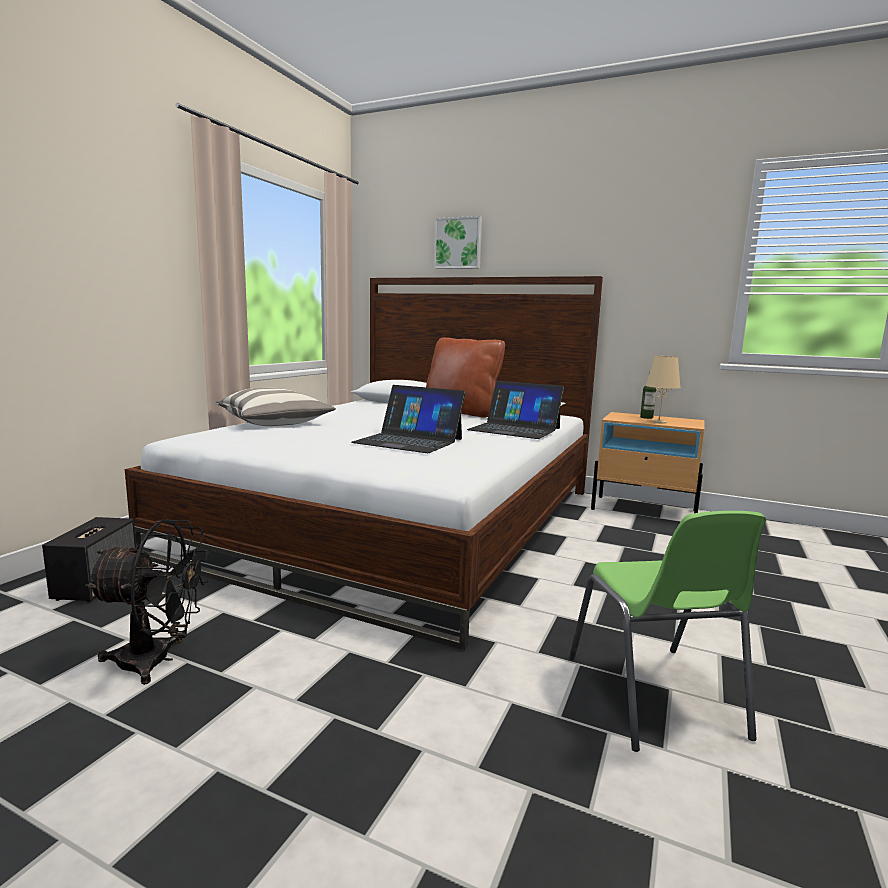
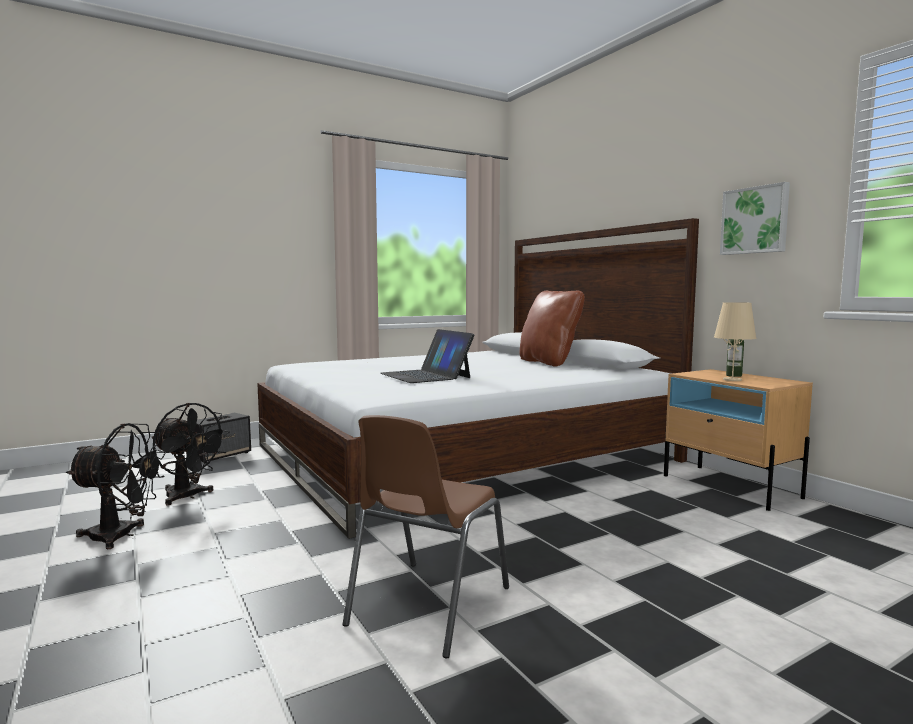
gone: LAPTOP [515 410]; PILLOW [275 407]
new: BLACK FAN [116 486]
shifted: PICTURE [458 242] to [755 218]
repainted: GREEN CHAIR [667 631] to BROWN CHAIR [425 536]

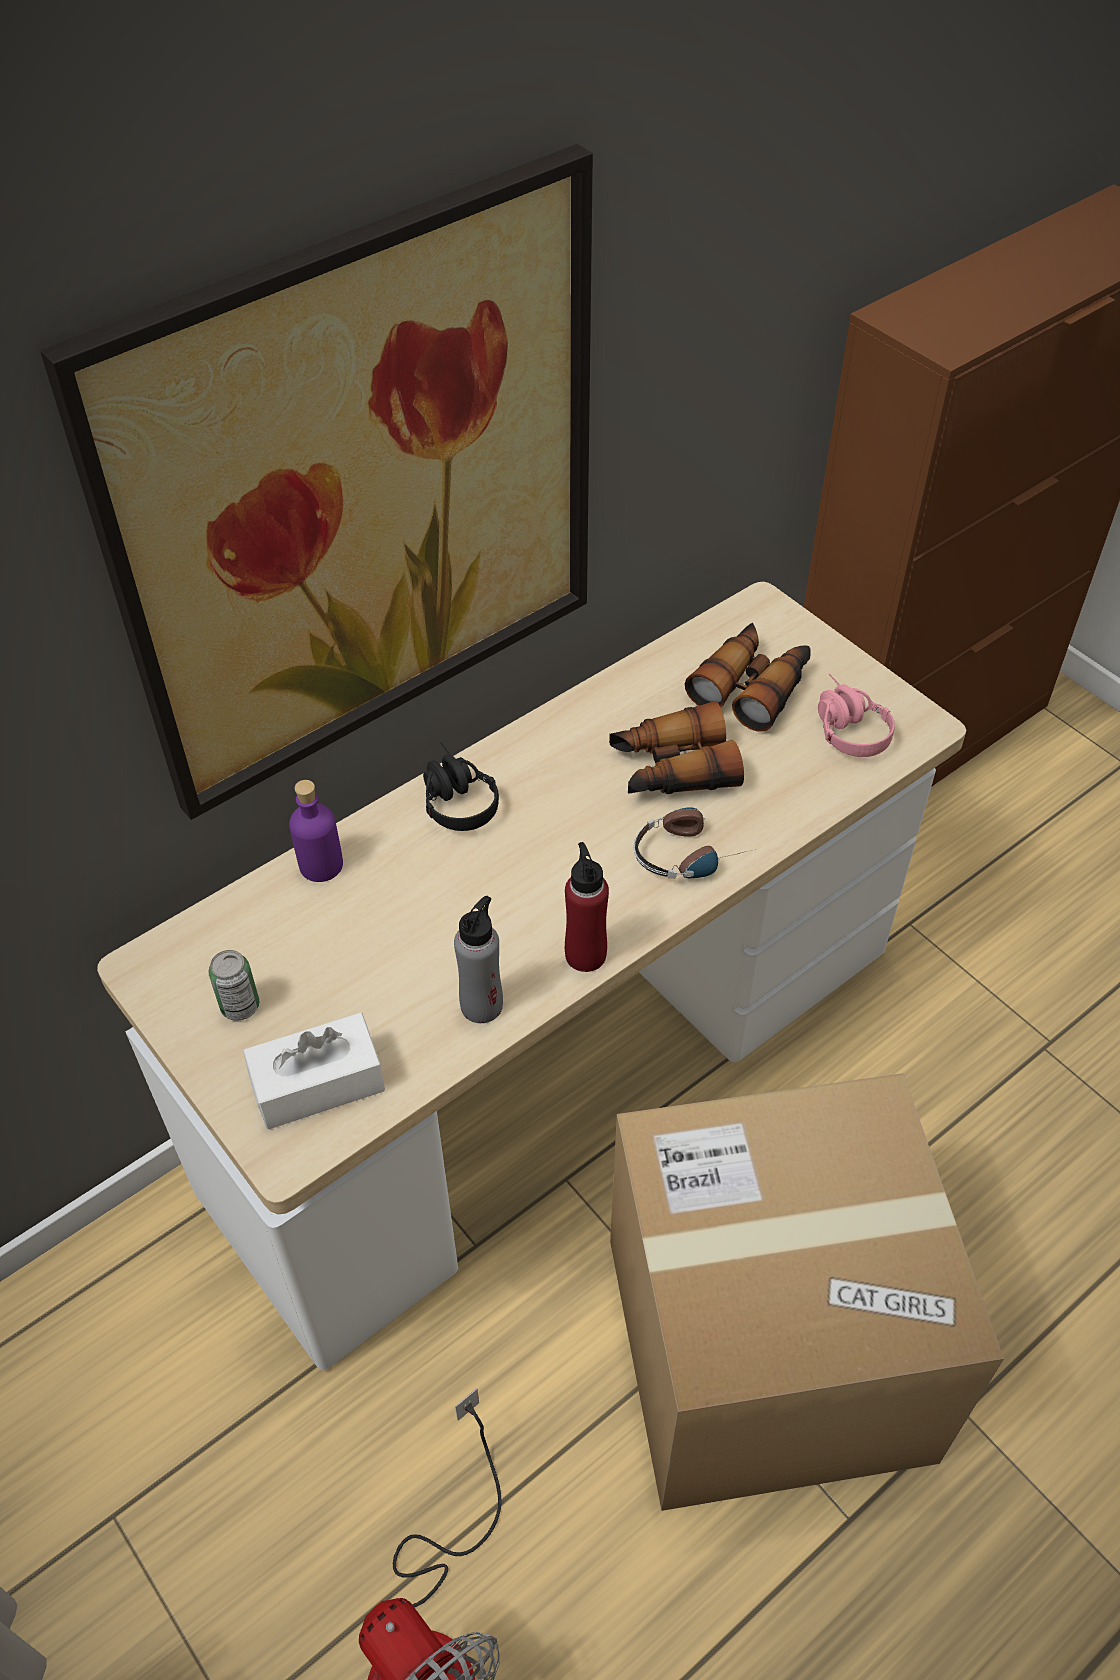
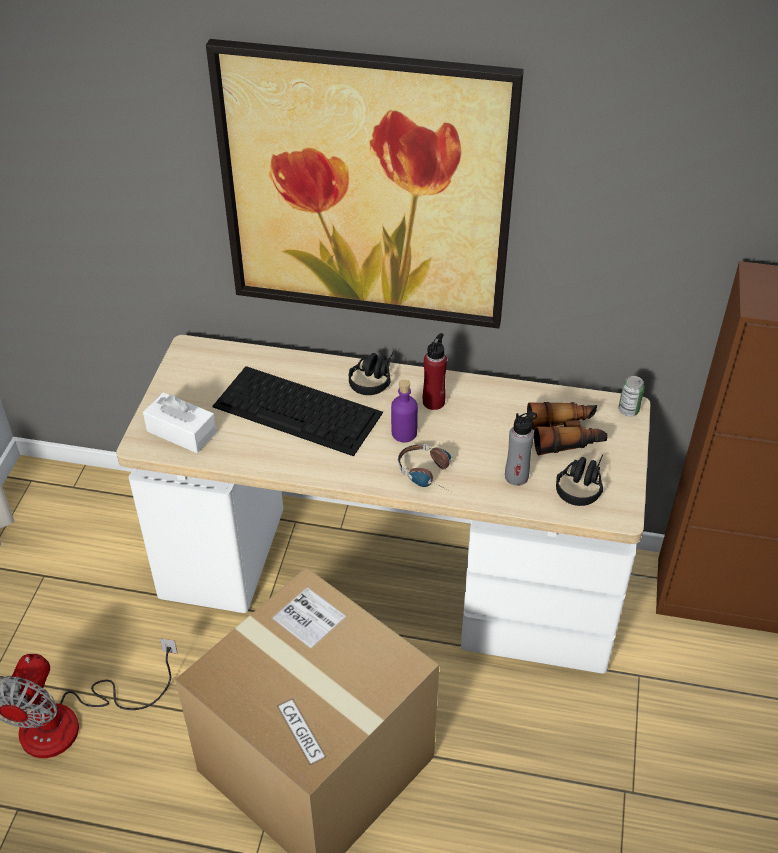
gone: BINOCULARS [676 747]
new: KEYBOARD [298 411]
shifted: PURPLE BOTTLE [316 831] to [404 411]; RED BOTTLE [587 907] to [435 371]; GREY BOTTLE [478 959] to [521 449]; CAN [234 985] to [631 396]
repainted: PINK HEADPHONES [856 715] to BLACK HEADPHONES [579 480]

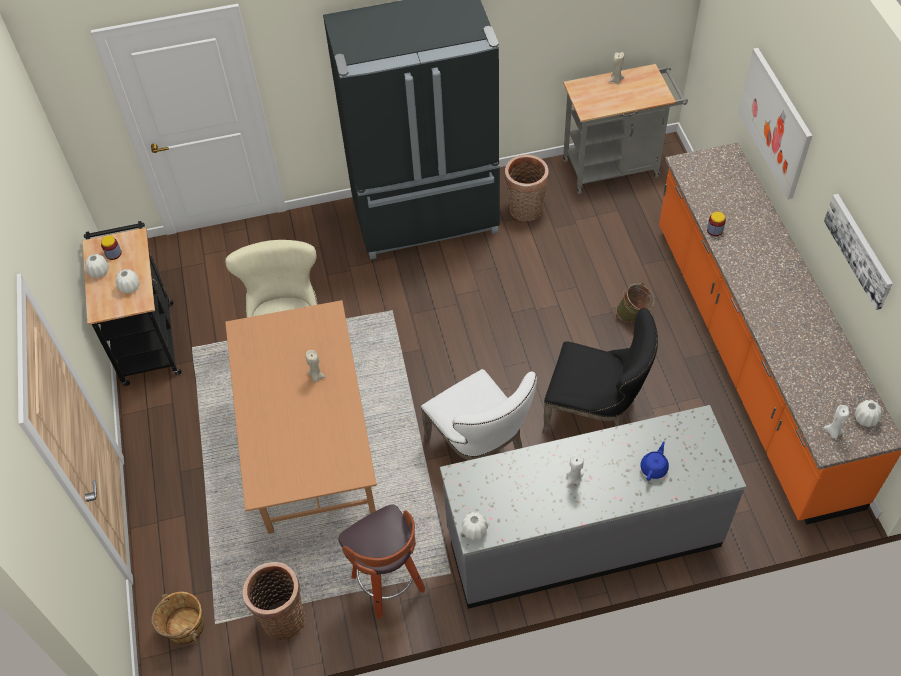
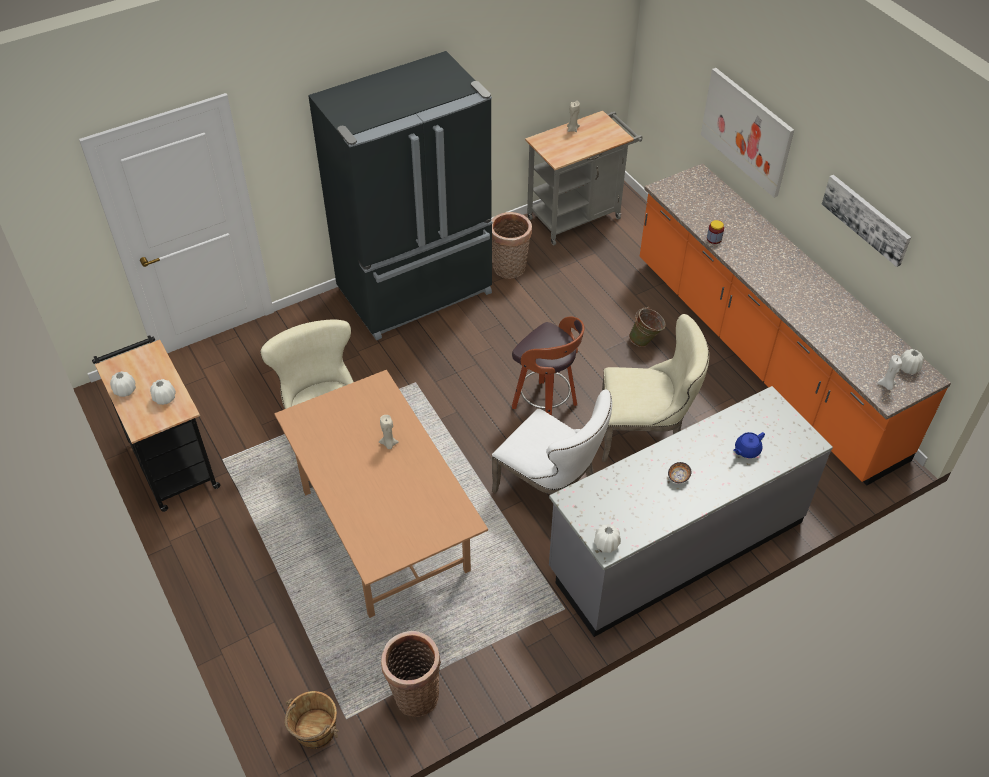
gone: JAR [111 248]
shifted: STOOL [382 561] to [548 366]
swapped: WHITE CANDLE [575 469] to BOWL [679 472]
repainted: BLACK CHAIR [600 371] to BEIGE CHAIR [655 388]
rotated: BLUE TEAPOT [654 461] = [749 445] 135 degrees counterclockwise

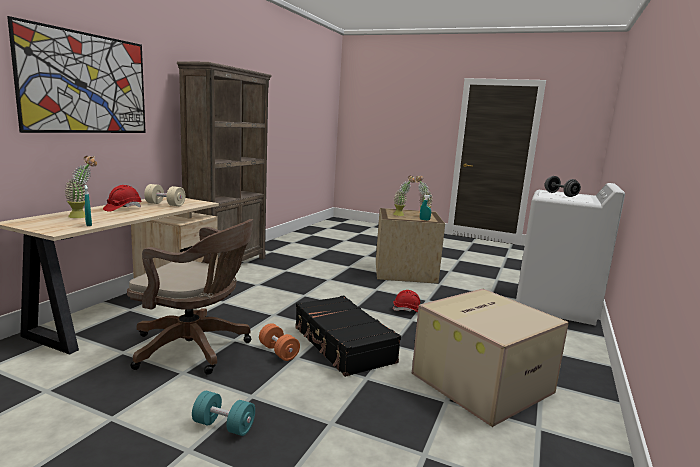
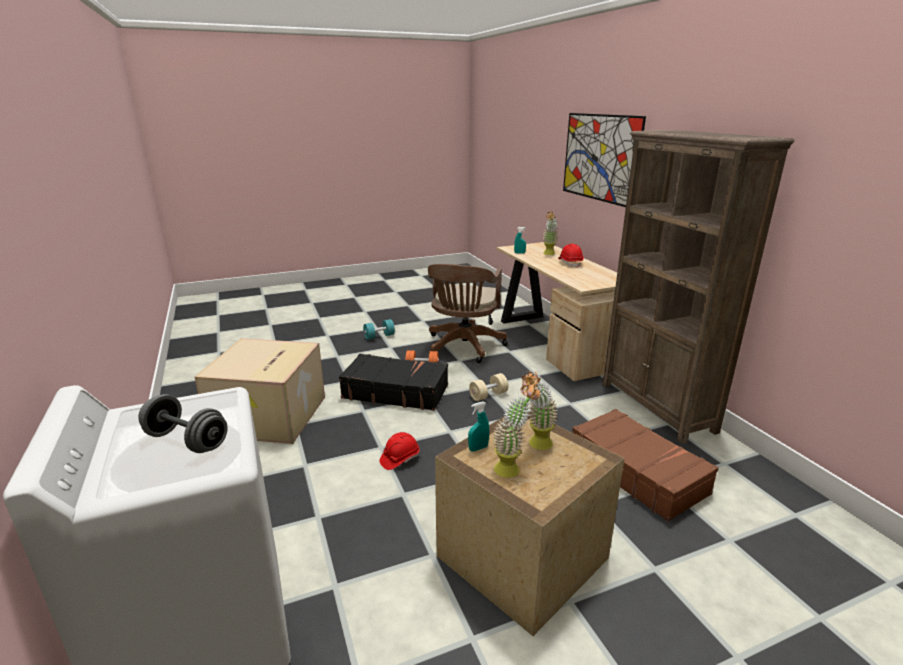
new: BROWN SUITCASE [645 465]
shifted: BEIGE DUMBBELL [164 195] to [489 387]
rotated: BROWN OFFICE CHAIR [190 297] = [468 313] 45 degrees counterclockwise

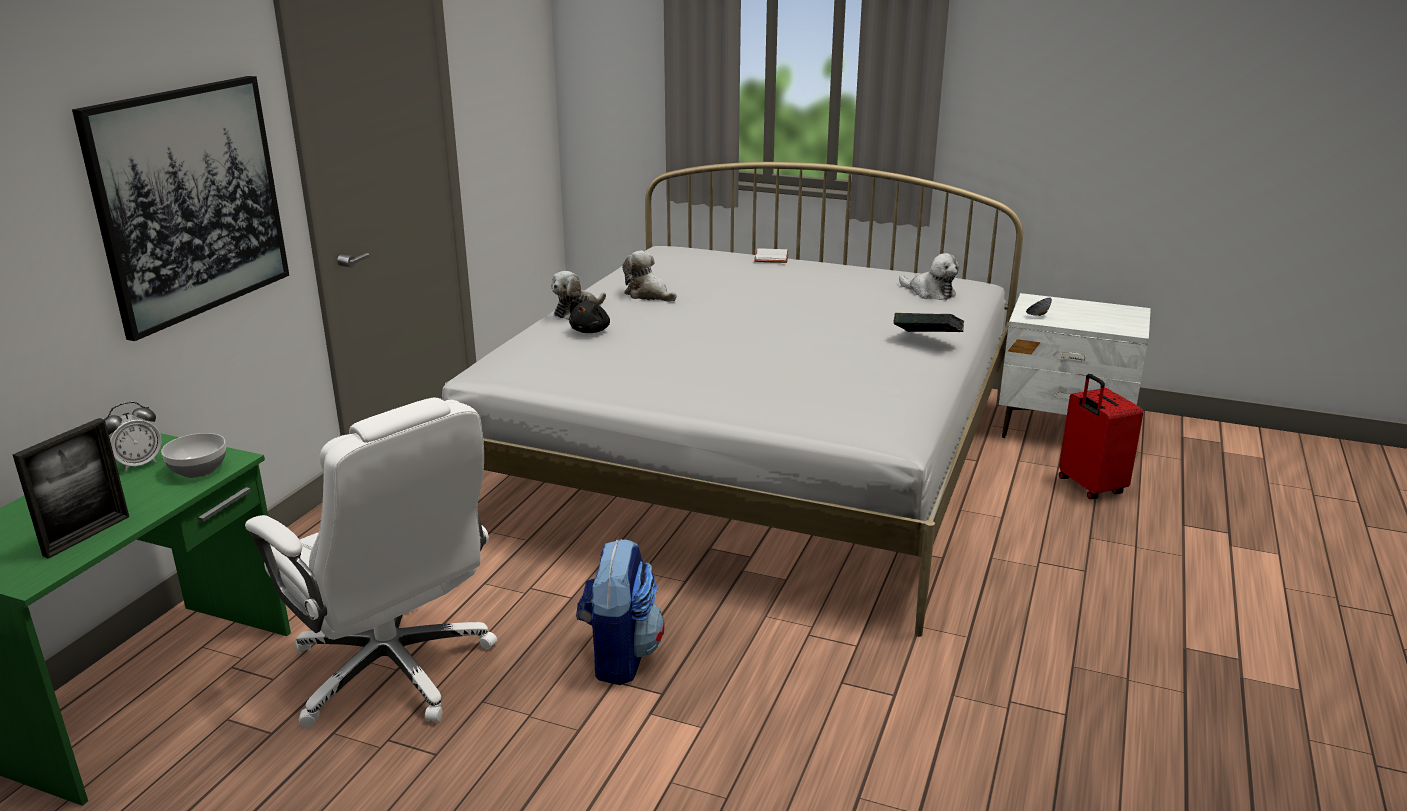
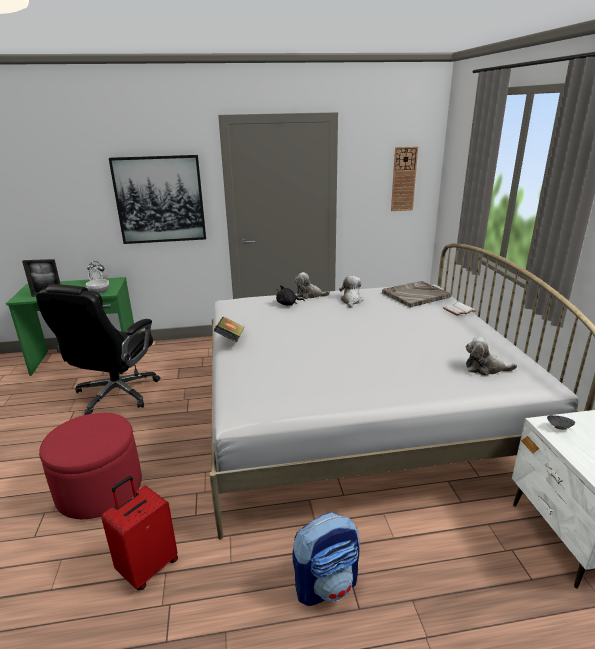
new: WALL CLOCK [404 178]; GREY TRAY [417 294]; RED OTTOMAN [90 466]
shifted: BOOK [929 322] to [229 329]; RED SUITCASE [1101 436] to [139 533]; BACKPACK [620 612] to [326 559]
repainted: WHITE OFFICE CHAIR [371 562] to BLACK OFFICE CHAIR [98 349]
rotated: PLUSH TOY [929 276] = [491 356] 90 degrees clockwise

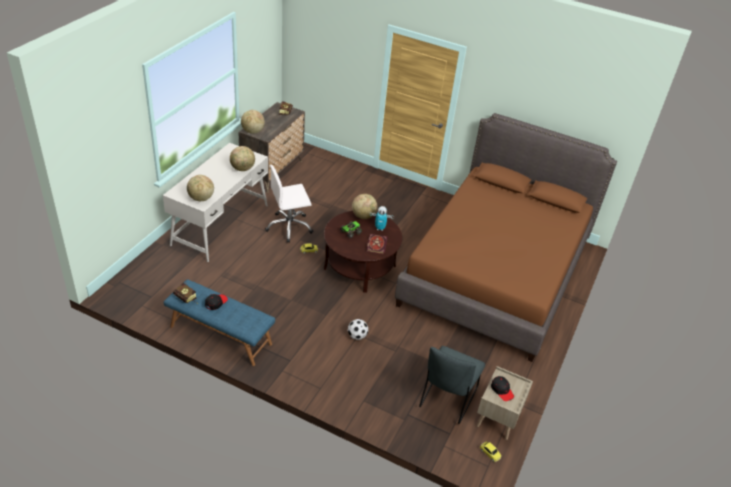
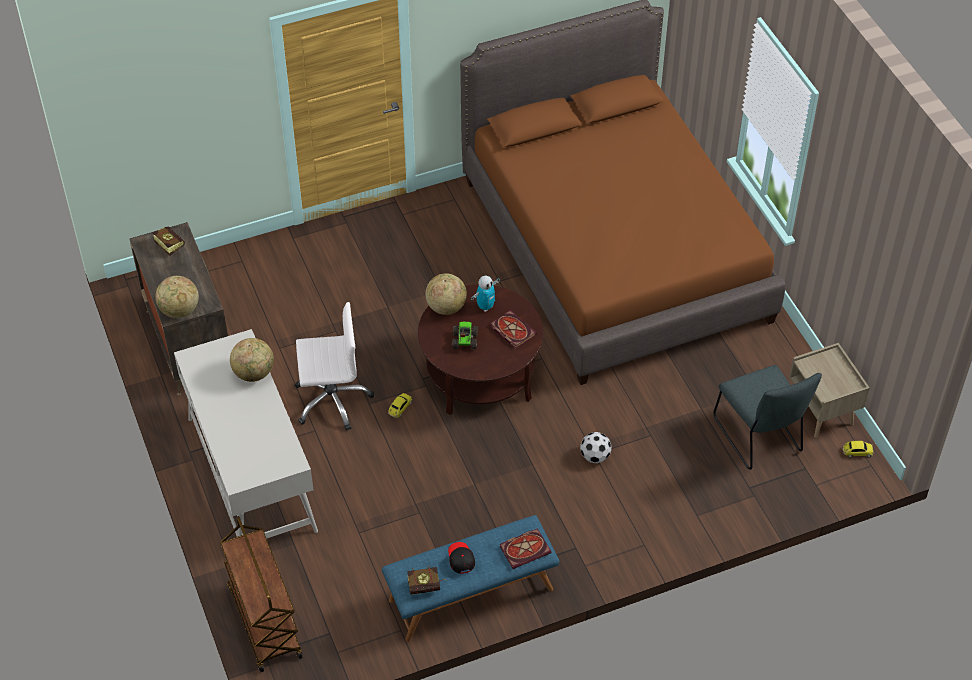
gone: GLOBE [200 188]; BLACK CAP [502 388]
new: BROWN CART [261 594]; BOOK [526 548]
rotated: WHITE OFFICE CHAIR [289 204] = [334 366] 120 degrees counterclockwise

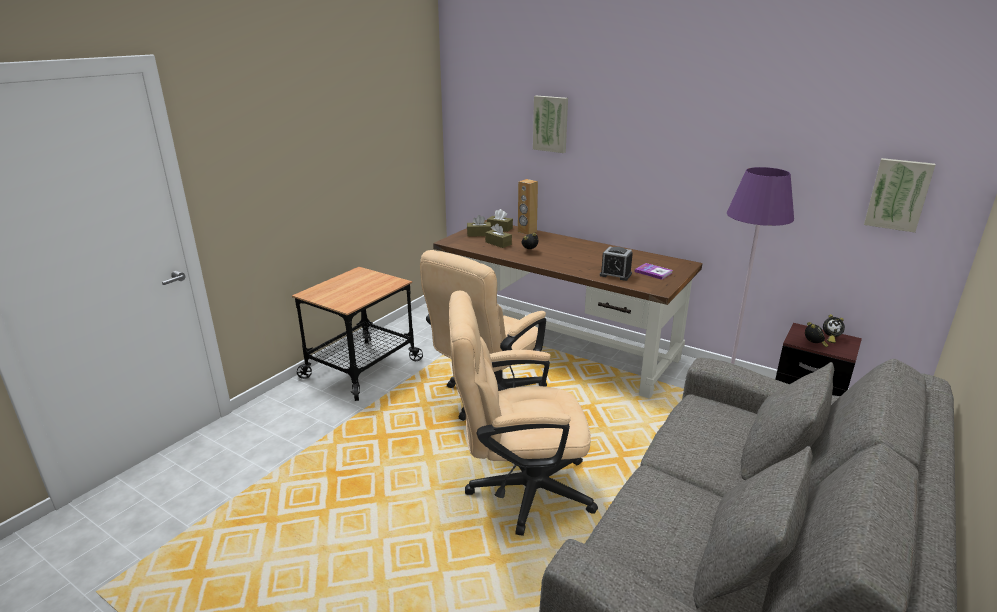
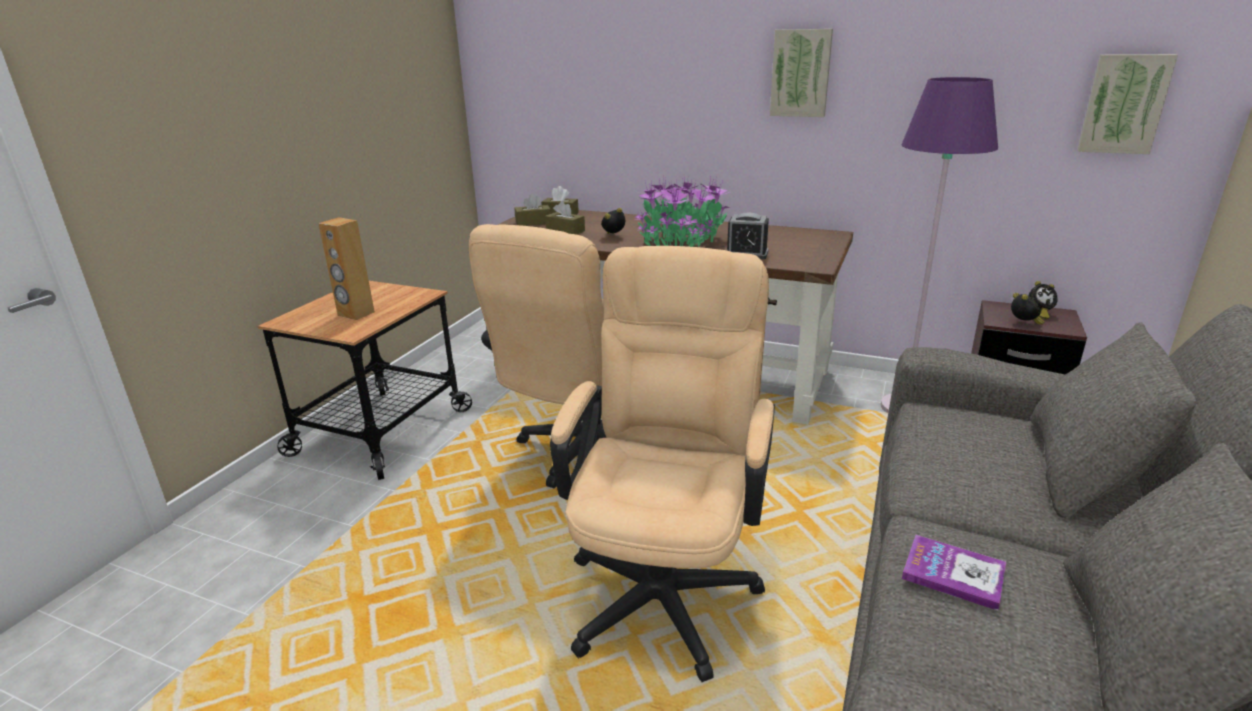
new: POTTED PLANT [682 211]
shifted: PICTURE [550 124] to [801 73]; BROWN SPEAKER [528 207] to [346 268]; BOOK [654 271] to [954 573]
rotated: BEIGE OFFICE CHAIR [523 413] = [662 464] 120 degrees clockwise

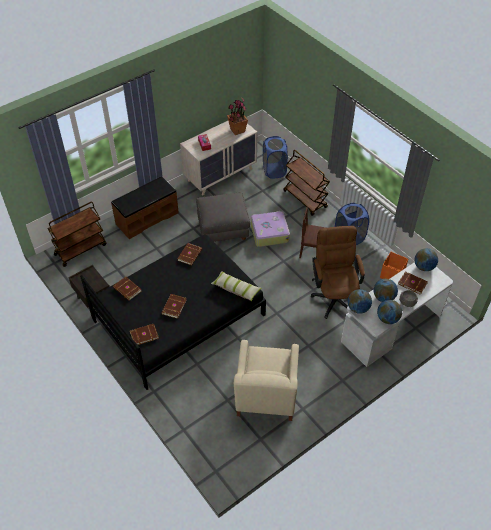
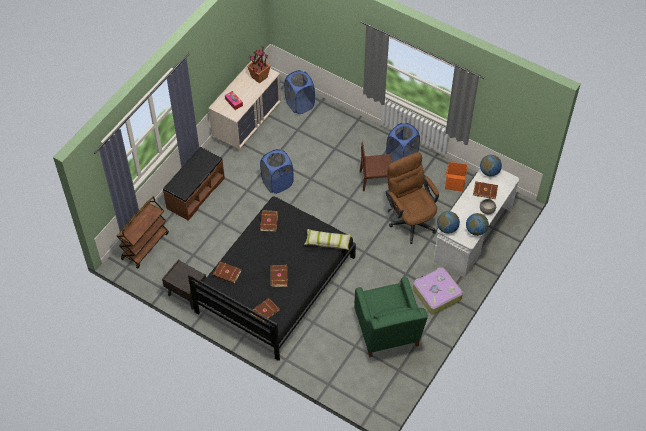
gone: BROWN CART [306 183]; GLOBE [386 290]
shifted: SUITCASE [270 229] to [438 291]
swapped: GREY OTTOMAN [223 217] to BLUE LAUNDRY BASKET [277 171]
repainted: BEIGE ARMCHAIR [266 380] to GREEN ARMCHAIR [391 317]

